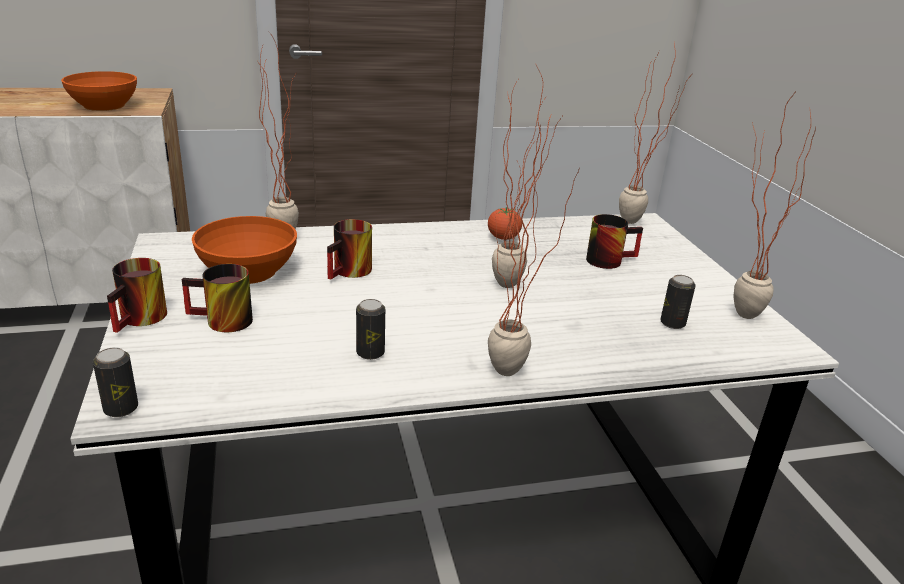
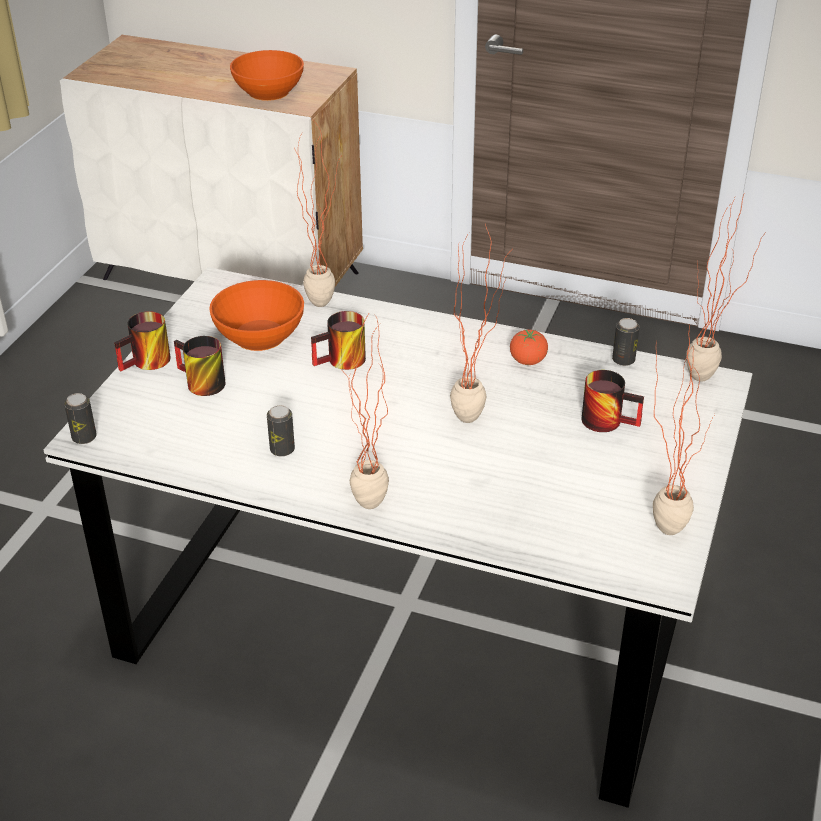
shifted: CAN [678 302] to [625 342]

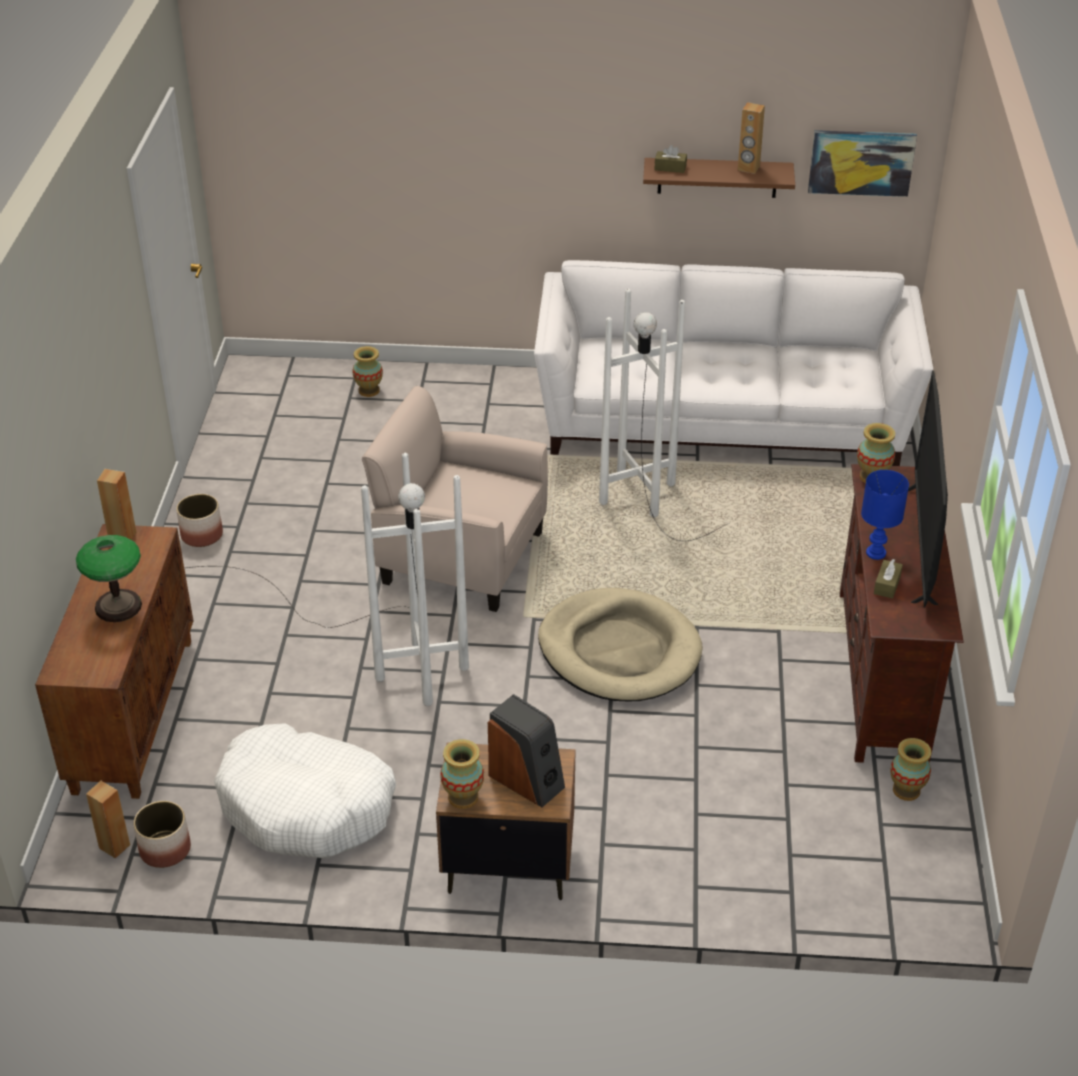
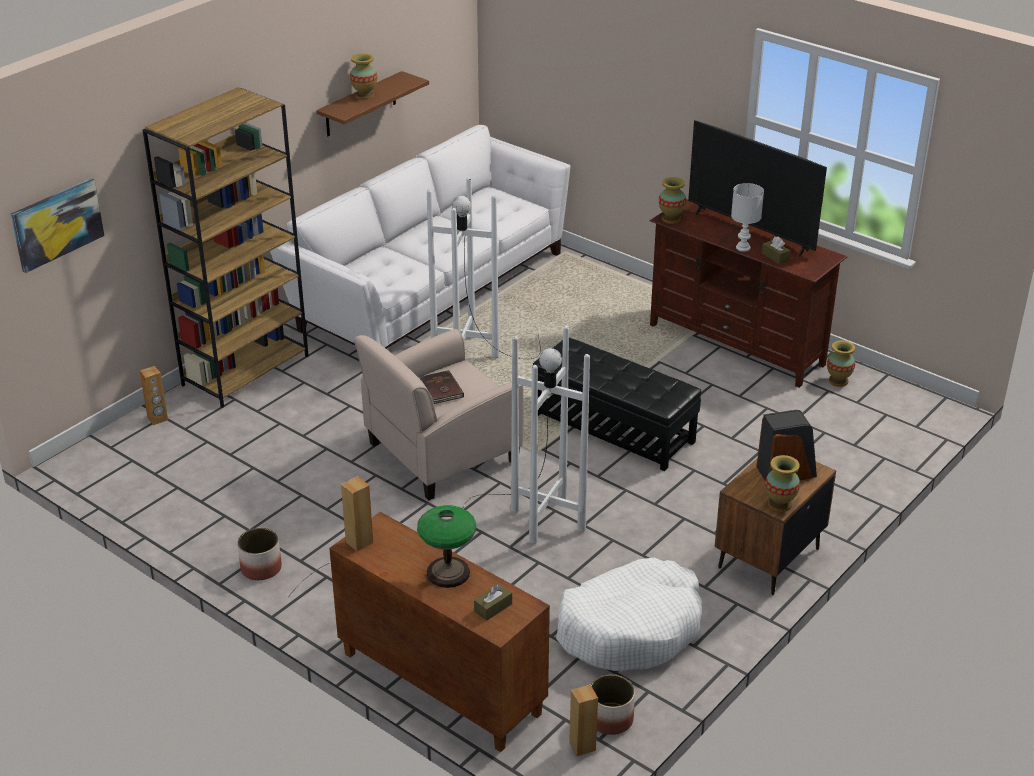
new: BROWN BOOKCASE [226 247]; BROWN BOOK [441 387]
shifted: BROWN SPEAKER [751 138] to [154 395]; PICTURE [862 163] to [57 225]; BROWN TISSUE BOX [670 159] to [493 602]; VASE [368 371] to [363 76]
swapped: BEIGE DOG BED [620 644] to BLACK OTTOMAN [617 404]
repainted: BLUE TABLE LAMP [885 515] to WHITE TABLE LAMP [747 217]

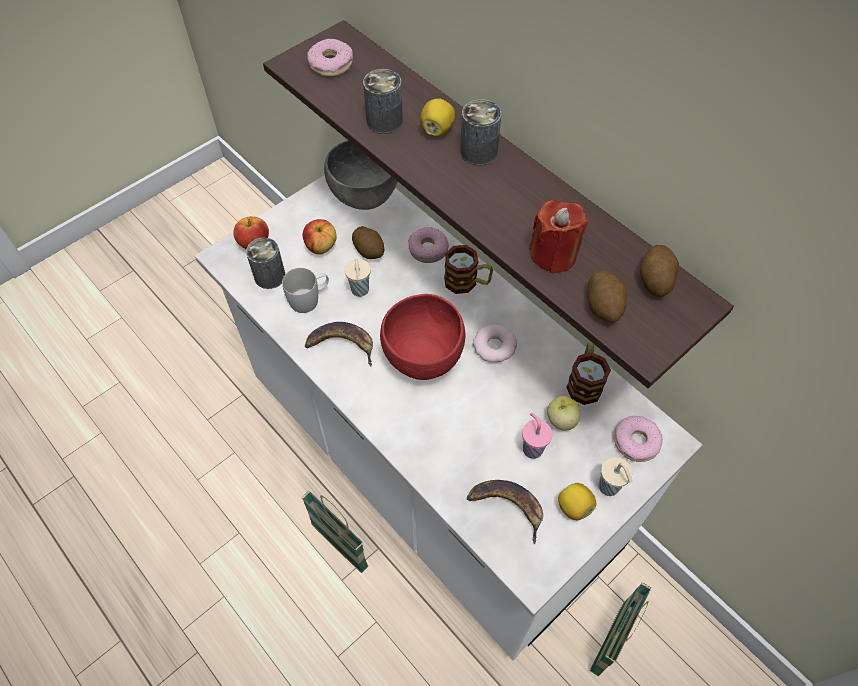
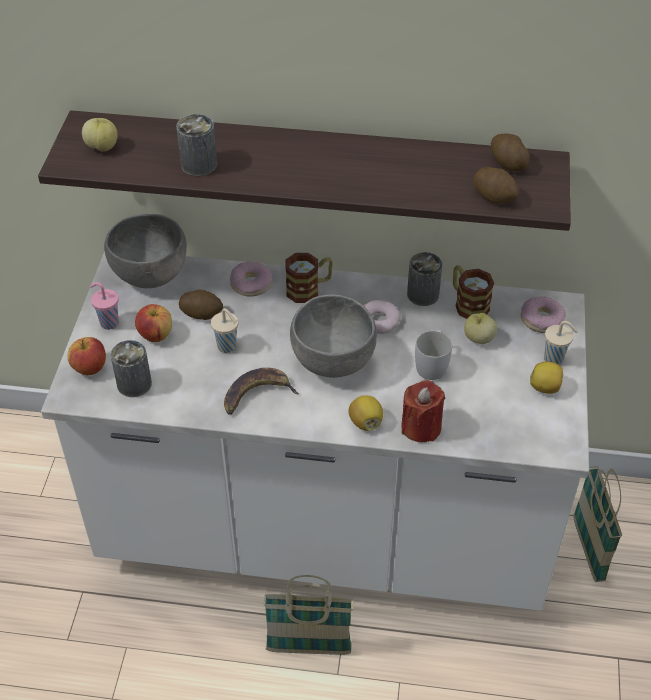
gone: BANANA [505 512]
shifted: LEMON [437 118] to [365 413]; CAN [480 132] to [424 279]; RED CANDLE [558 237] to [423 411]; WHITE MUG [305 290] to [433 355]; PINK CUP [537 436] to [104 306]
swapped: DONUT [330 58] to APPLE [100 134]
repainted: RED BOWL [422 337] to GREY BOWL [333 336]

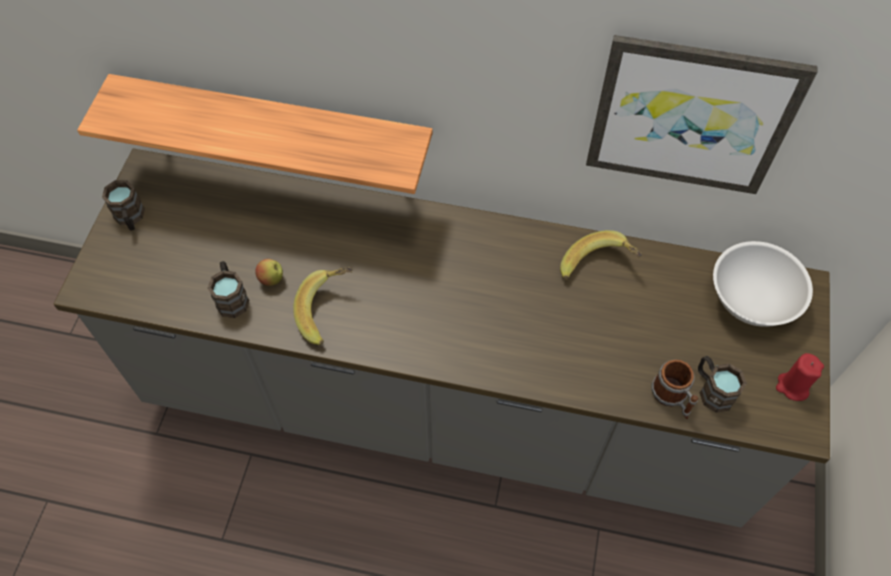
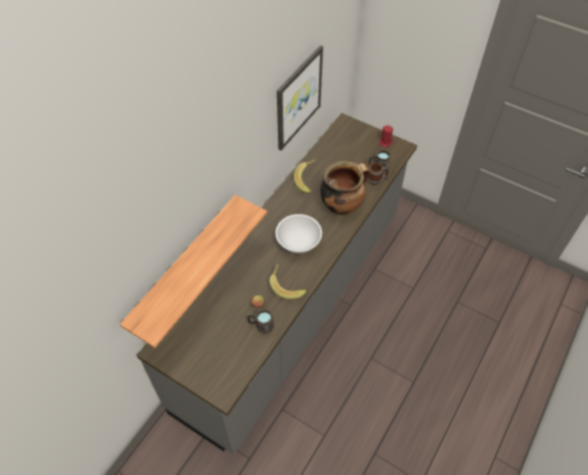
gone: BROWN MUG [123 205]
new: COOKING POT [345 188]
shifted: WHITE BOWL [763 284] to [298 234]

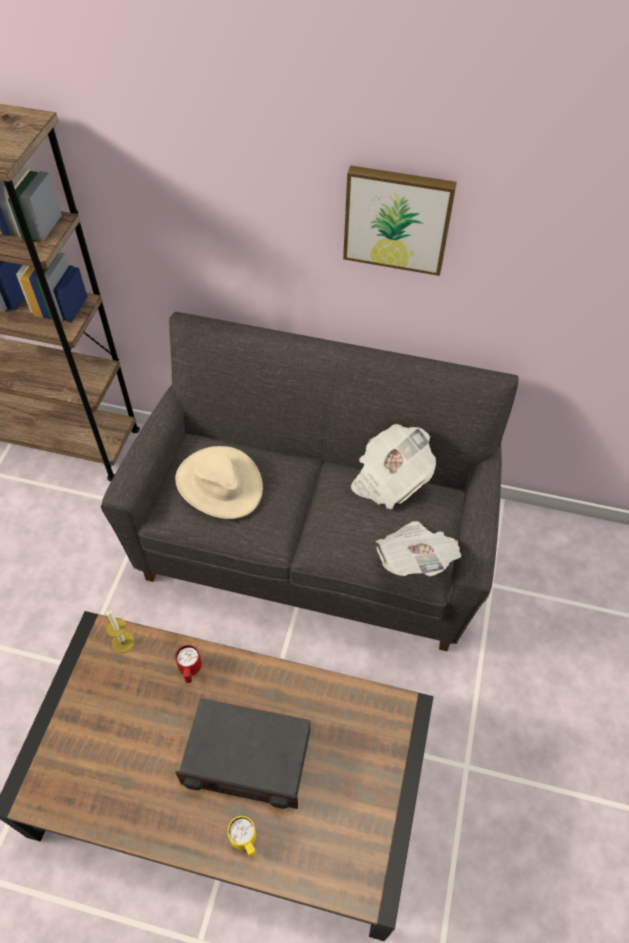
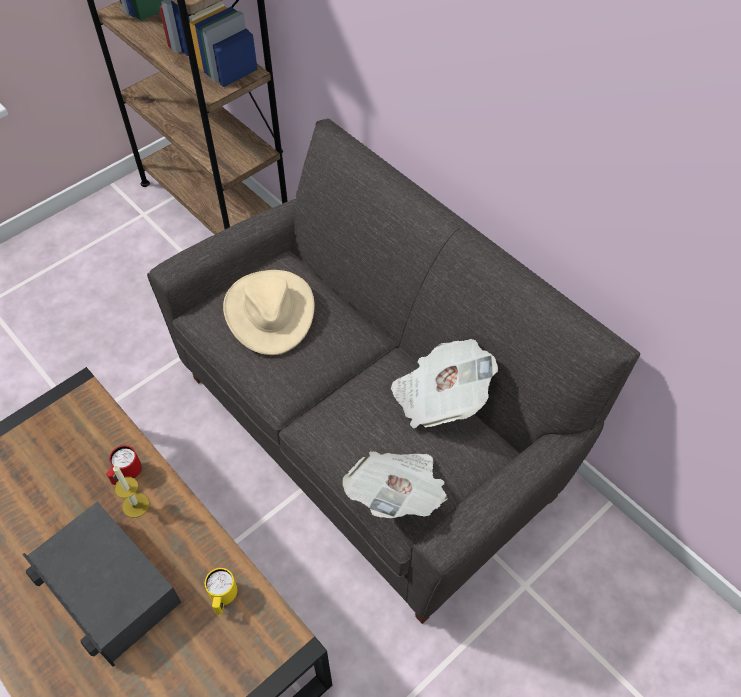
gone: PICTURE [400 220]
shifted: CANDLE [120 631] to [131 491]; YELLOW MUG [242 837] to [221 591]

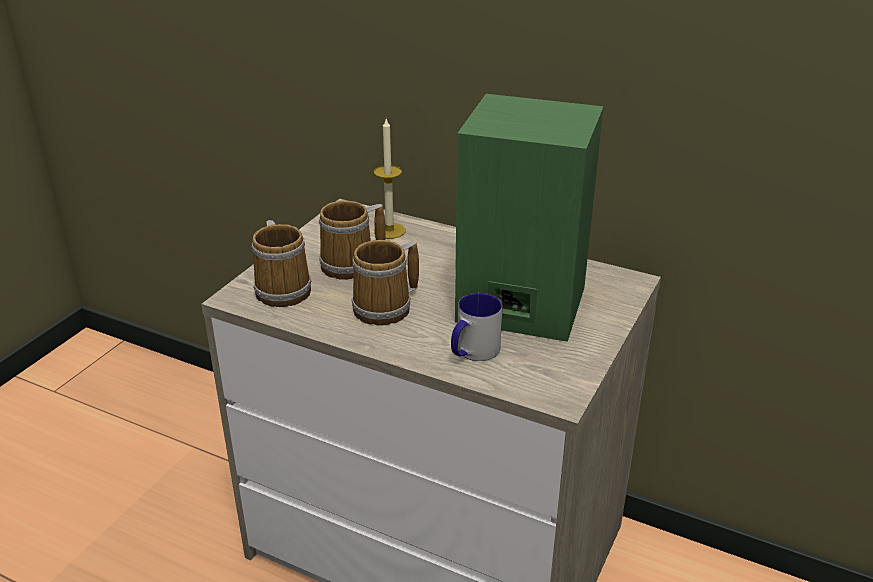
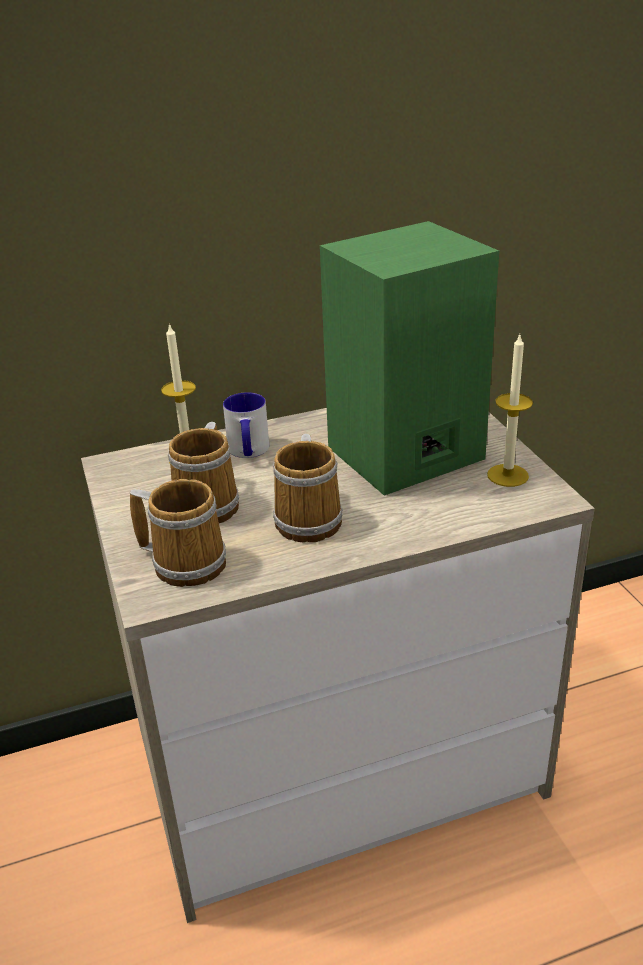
new: CANDLE [510 411]
shifted: MUG [476 327] to [246 425]

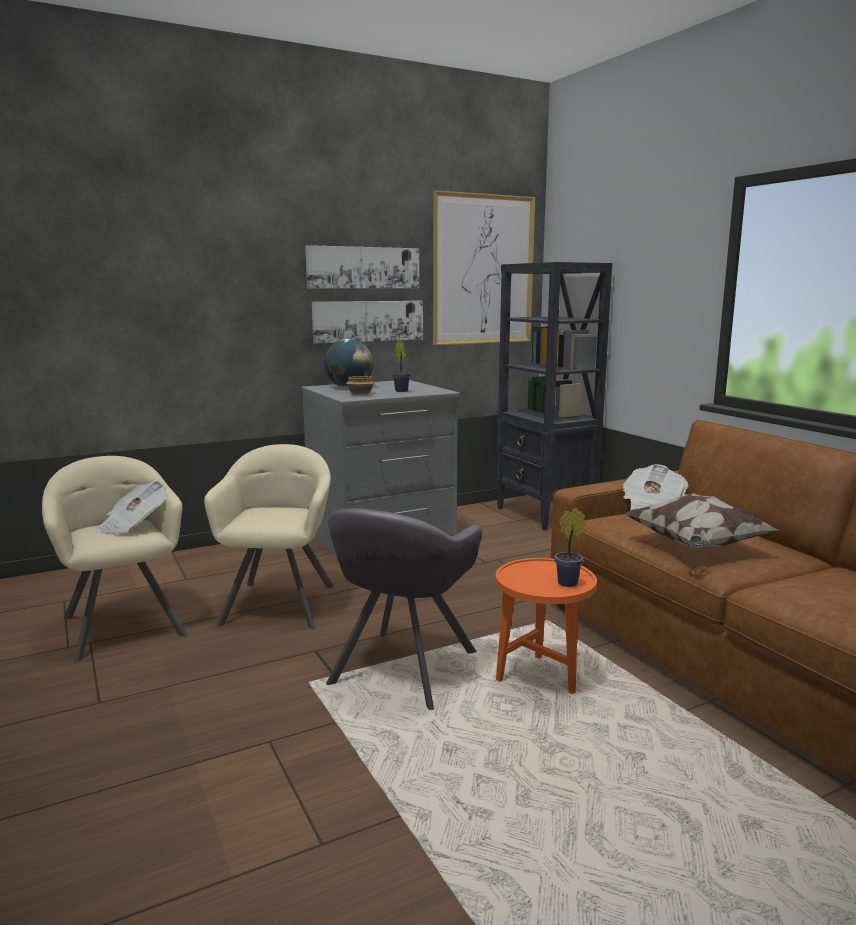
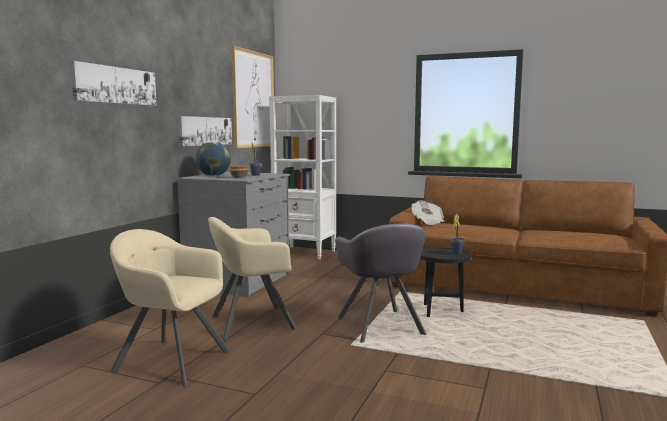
gone: NEWSPAPER [131 507]; PILLOW [701 521]
shifted: PICTURE [362 267] to [113 83]
repainted: BLACK BOOKCASE [554 396] to WHITE BOOKCASE [302 177]; ORANGE SIDE TABLE [546 626] to BLACK SIDE TABLE [445 282]
rotated: BEIGE ARMCHAIR [269 536] = [252 278] 75 degrees counterclockwise

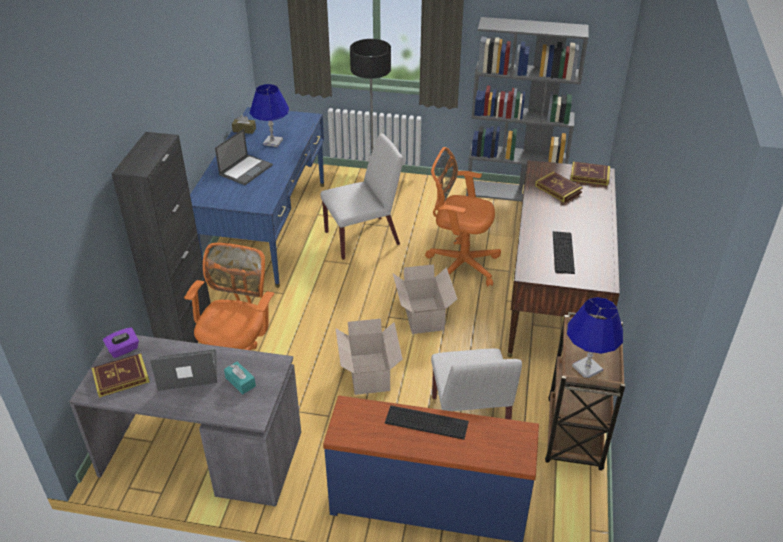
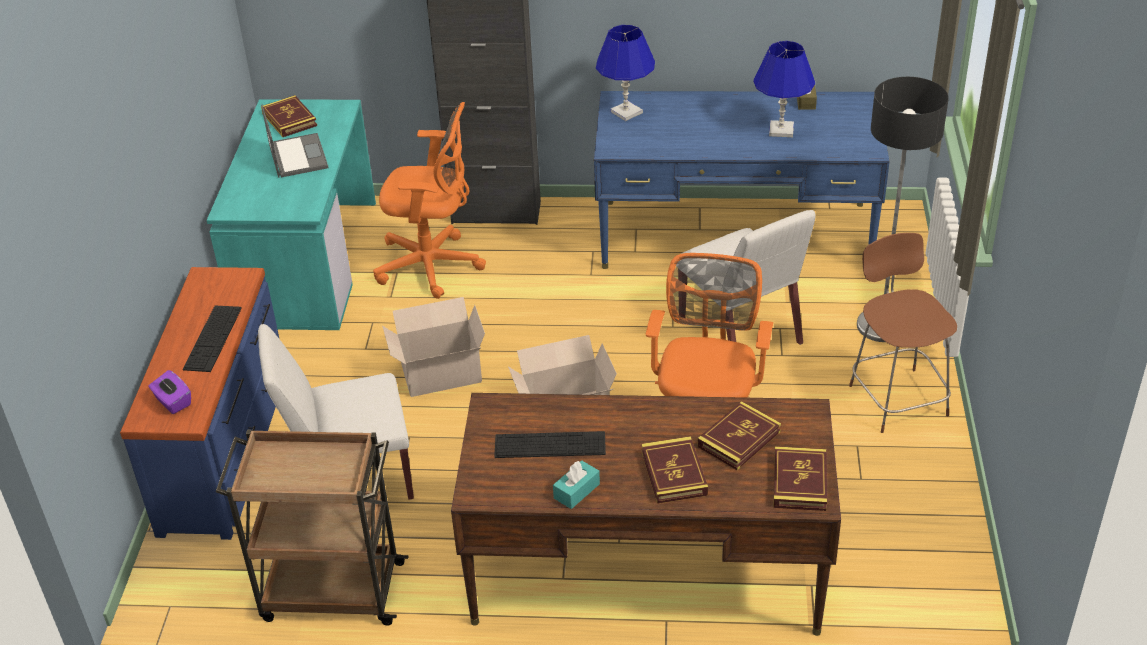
gone: GREY BOOKCASE [527 109]; LAPTOP [244 157]
new: BROWN CHAIR [903 333]; BOOK [674 470]
shifted: BLUE TABLE LAMP [595 337] to [625 73]; PURPLE TISSUE BOX [121 342] to [170 392]; TURQUOISE TISSUE BOX [240 377] to [576 484]
repainted: GREY DESK [185 419] to TURQUOISE DESK [291 214]

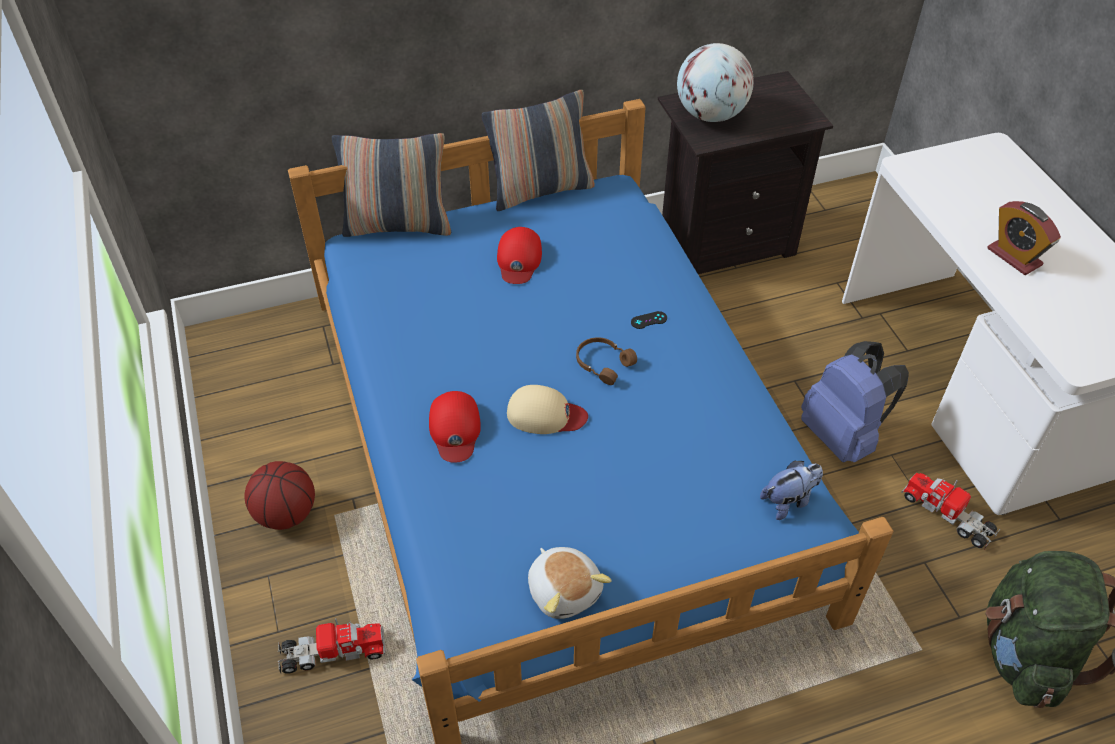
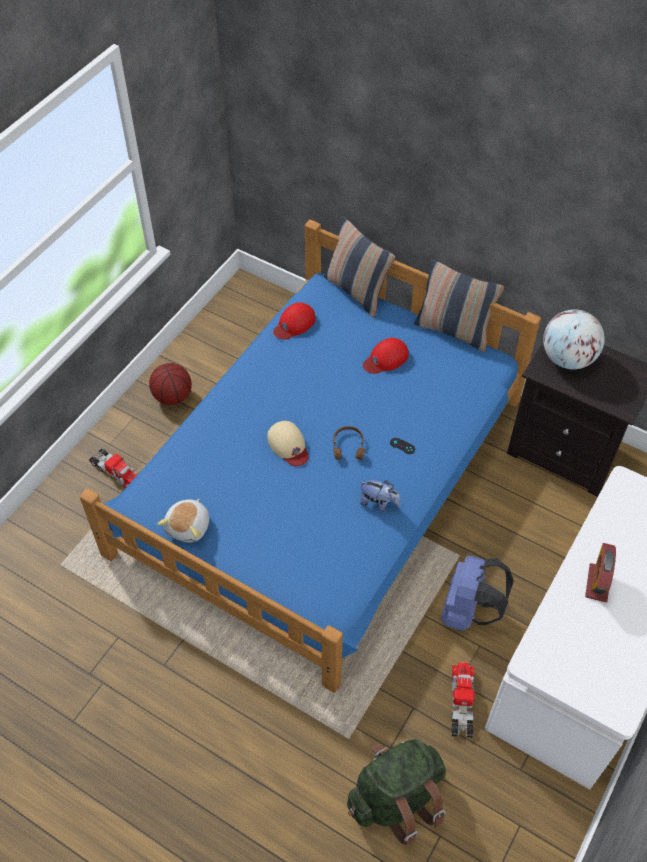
shifted: RED CAP [455 427] to [294 321]; PLUSH TOY [791 490] to [380 495]

